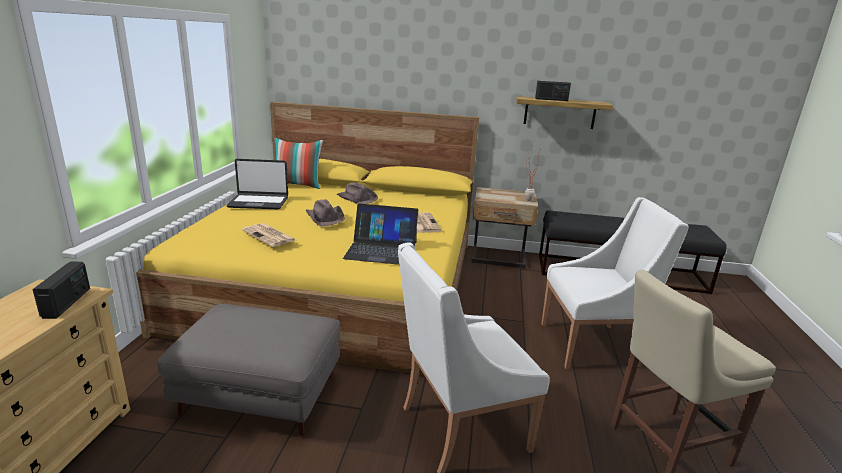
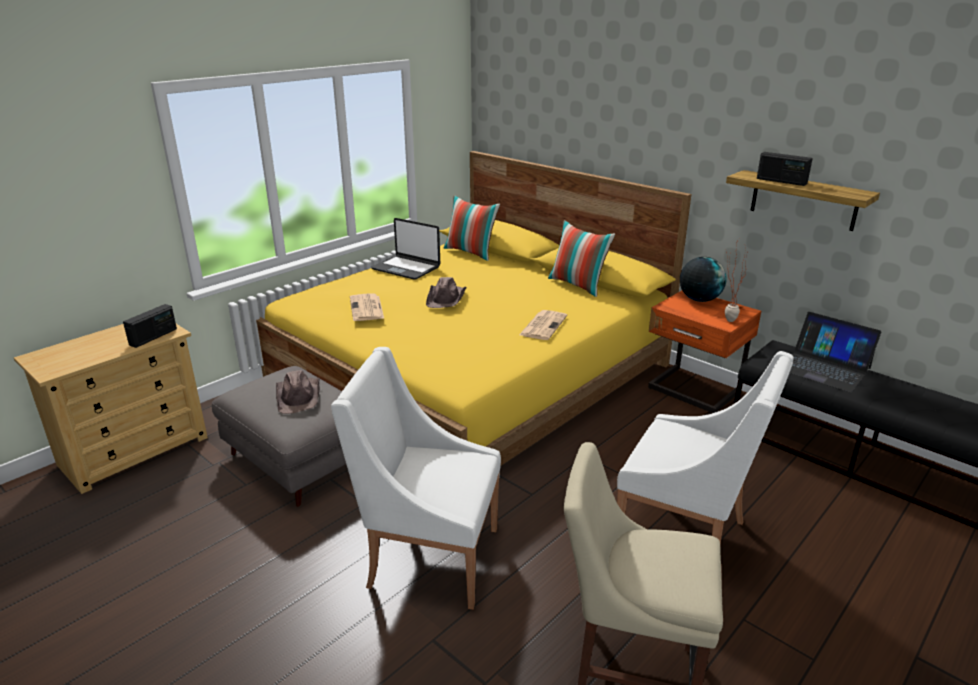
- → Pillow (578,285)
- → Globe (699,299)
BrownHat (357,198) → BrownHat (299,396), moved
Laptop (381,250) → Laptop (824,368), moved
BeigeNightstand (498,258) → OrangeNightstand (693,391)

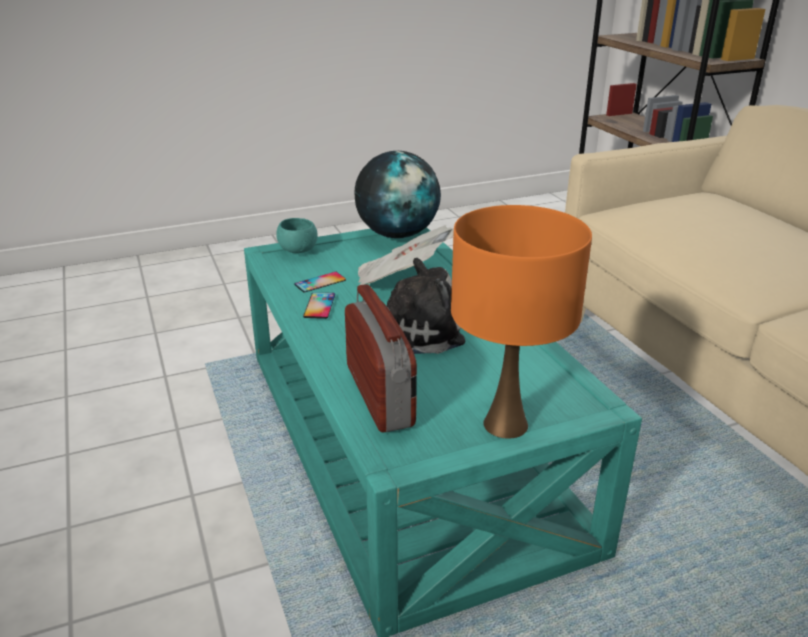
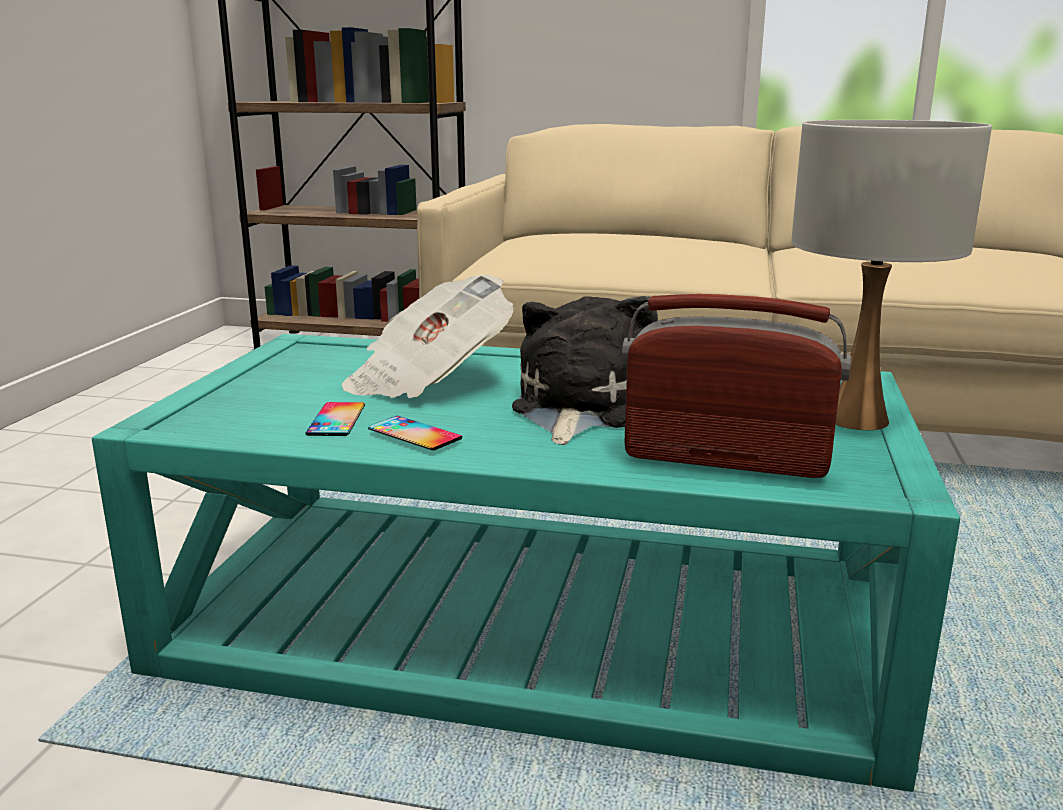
TurquoiseBowl (298,250) → -
Globe (397,234) → -
OrangeTableLamp (505,424) → WhiteTableLamp (855,419)

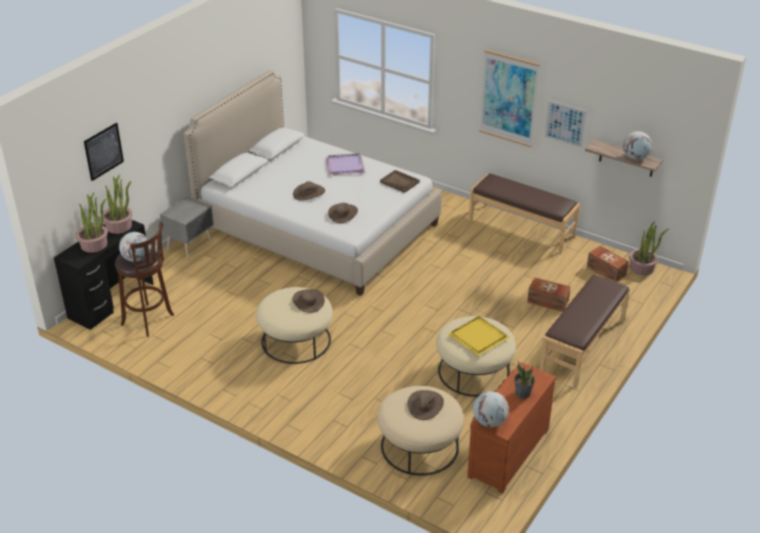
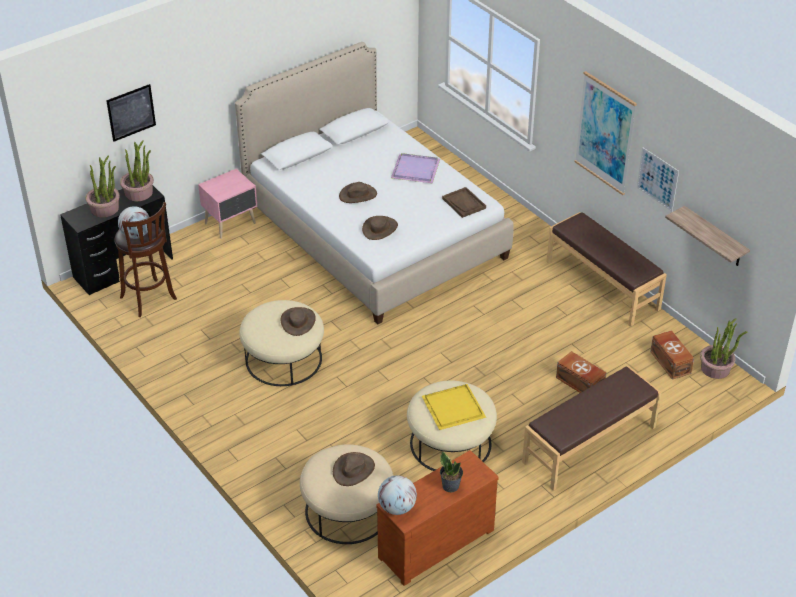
Globe (635,157) → -
GreyNightstand (191,246) → PinkNightstand (231,224)

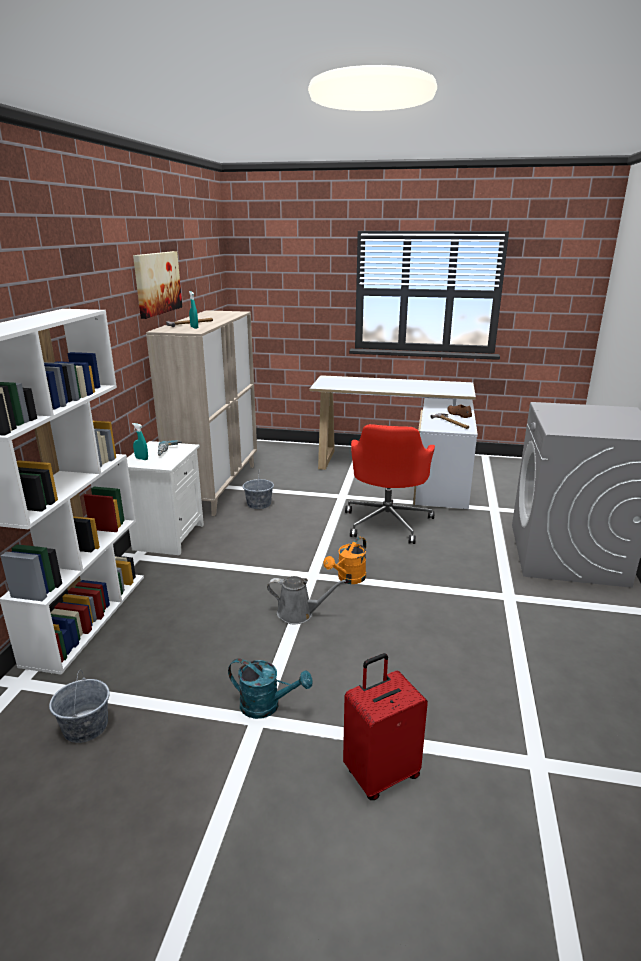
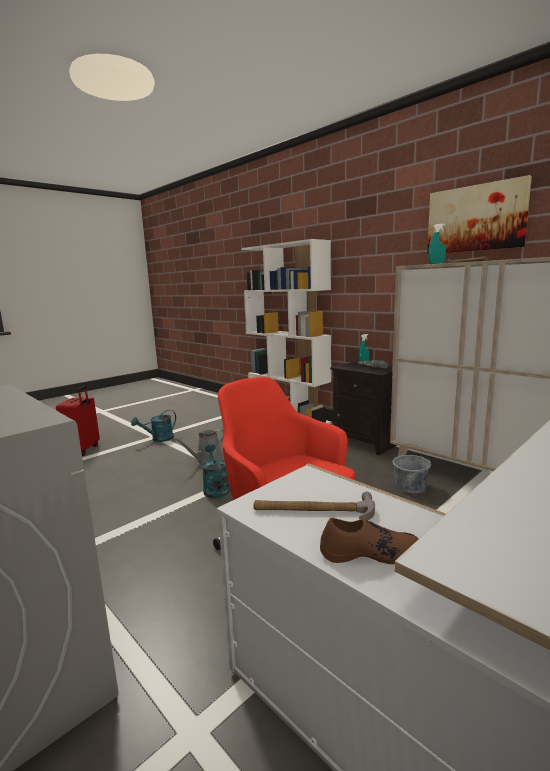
GreyBucket (86,726) → -
WhiteNightstand (168,536) → BlackNightstand (369,441)
OrangeWateringCan (348,579) → TurquoiseWateringCan (215,488)

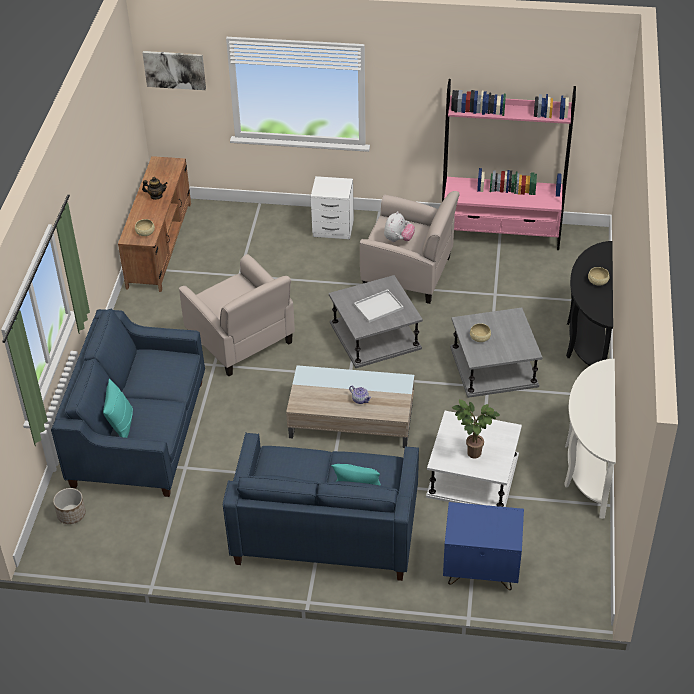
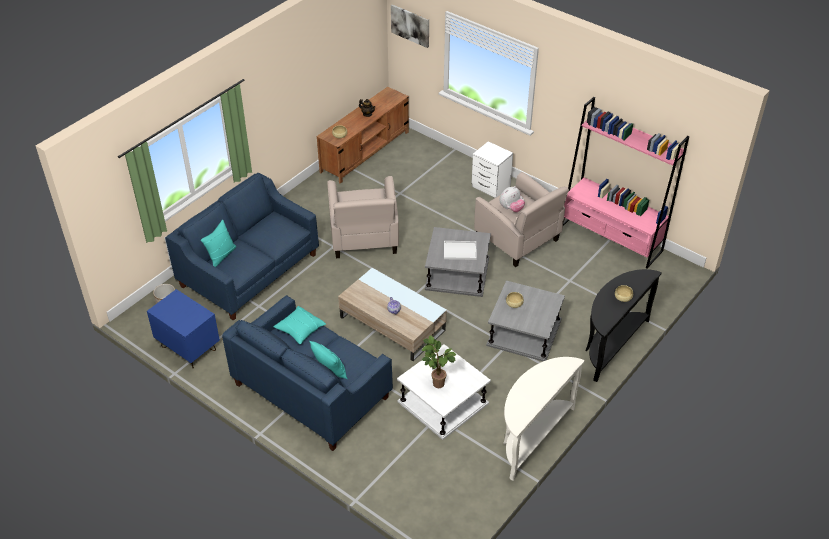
- → TurquoisePillow (300,330)
BlueNightstand (480,571) → BlueNightstand (188,349), moved

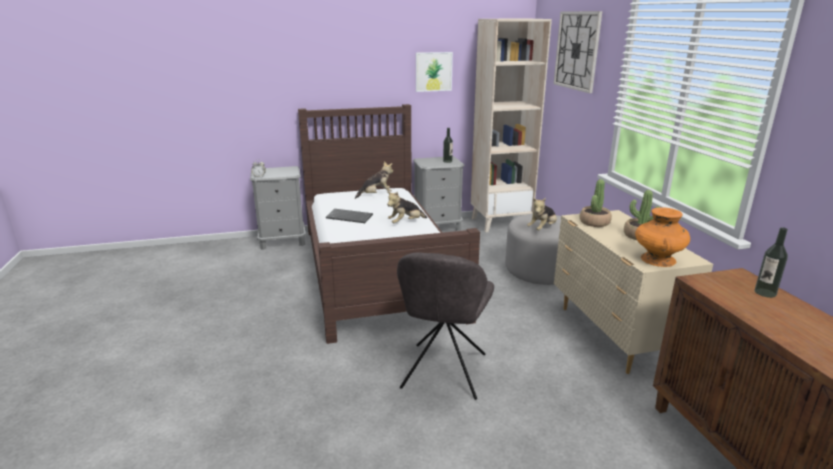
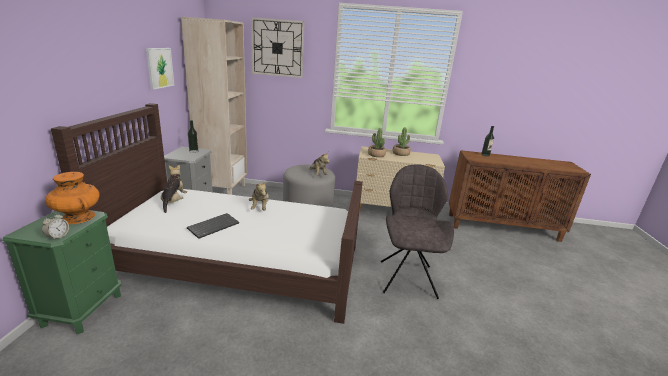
OrangeVase (658,259) → OrangeVase (78,217), moved
GreyNightstand (282,241) → GreenNightstand (82,309)
GreyChair (443,373) → GreyChair (407,277), 120 degrees counterclockwise

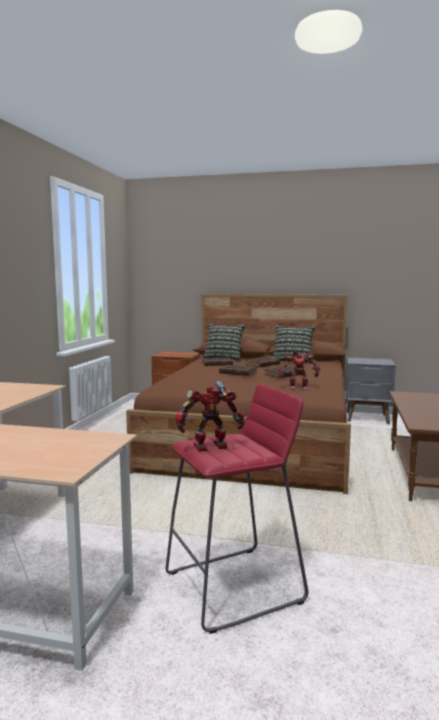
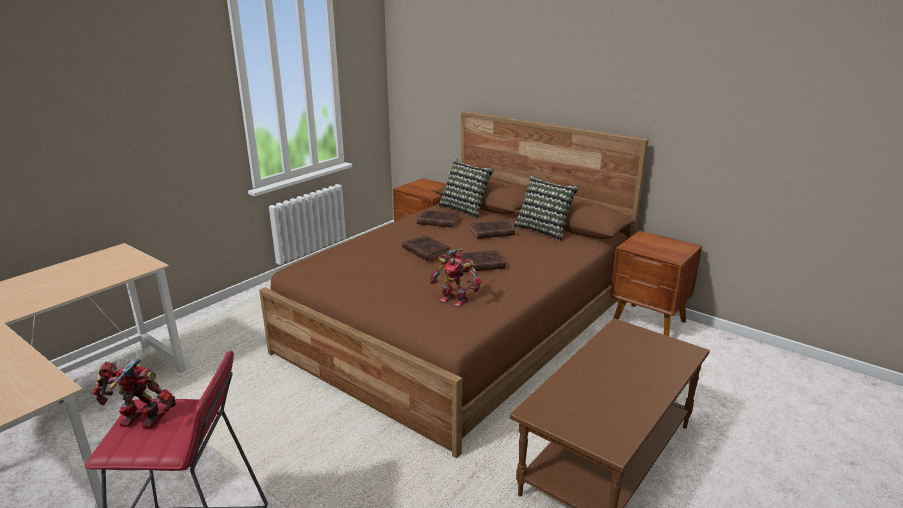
GreyNightstand (368,418) → BrownNightstand (649,323)

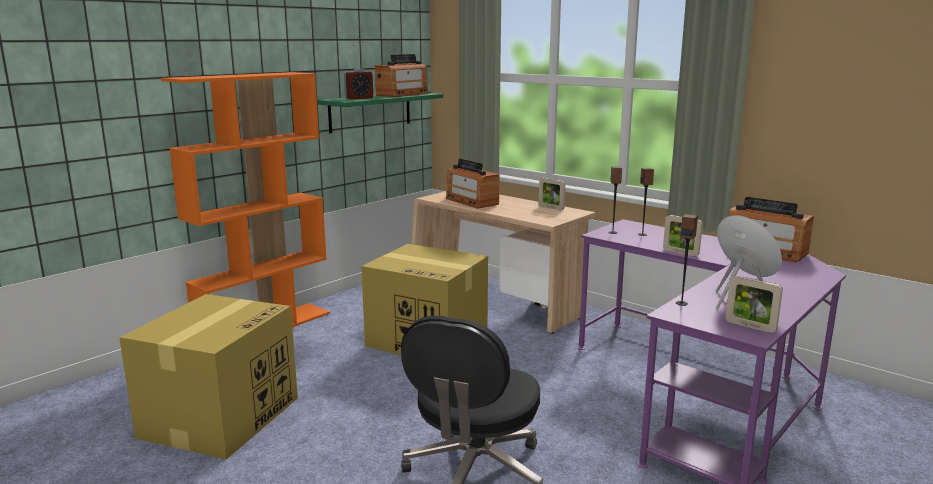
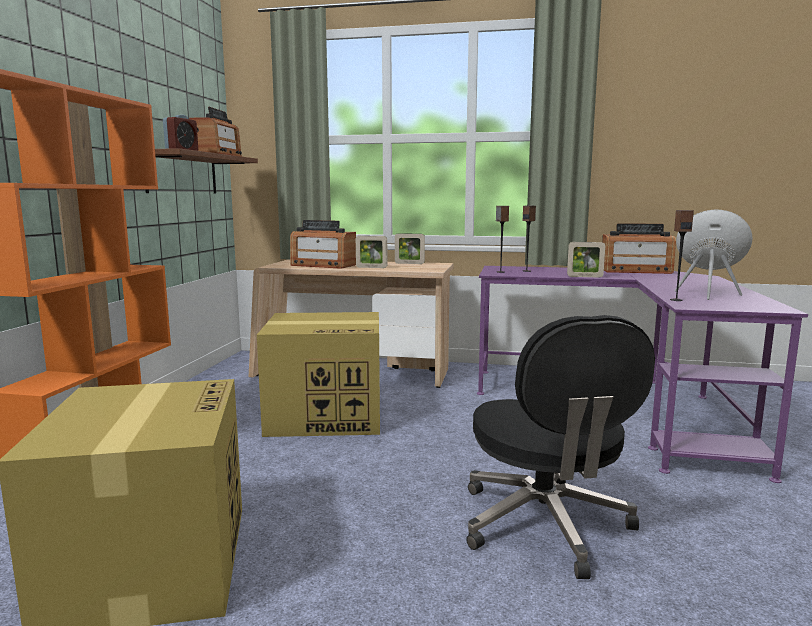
PictureFrame (750,326) → PictureFrame (371,267), moved
GreenShelf (370,111) → BrownShelf (182,174)

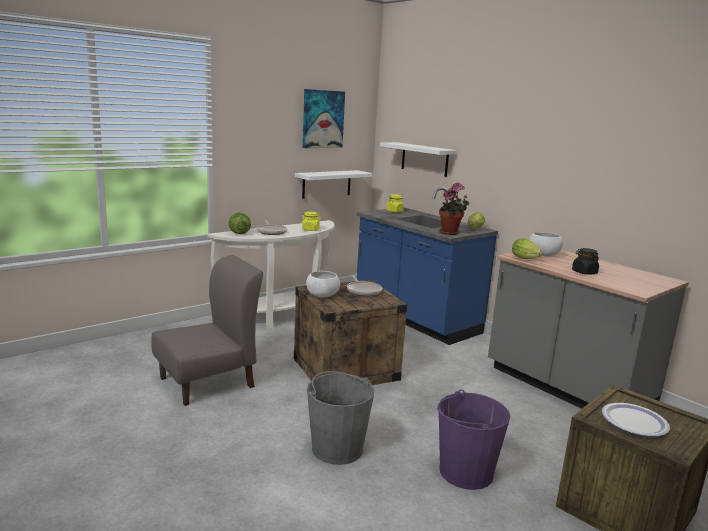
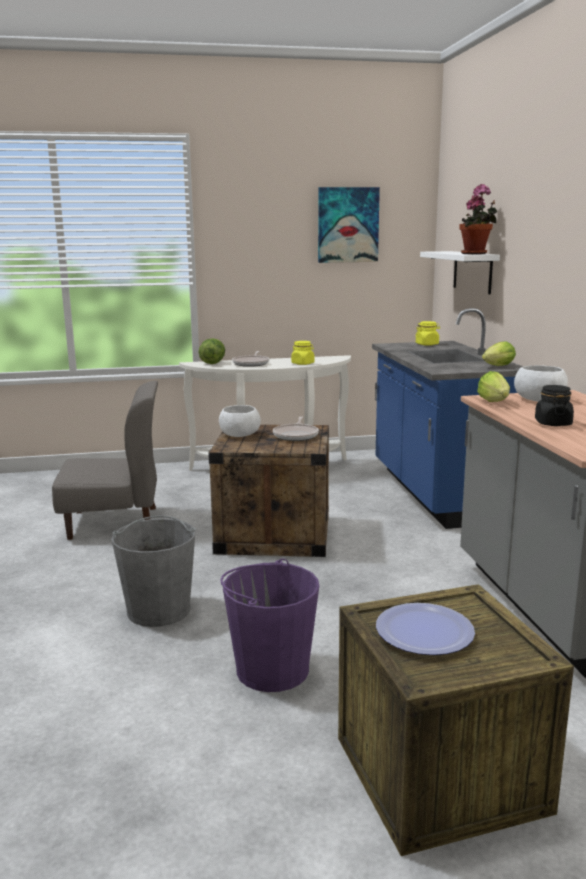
WhiteShelf (326,184) → -
PottedPlant (451,233) → PottedPlant (476,254), moved

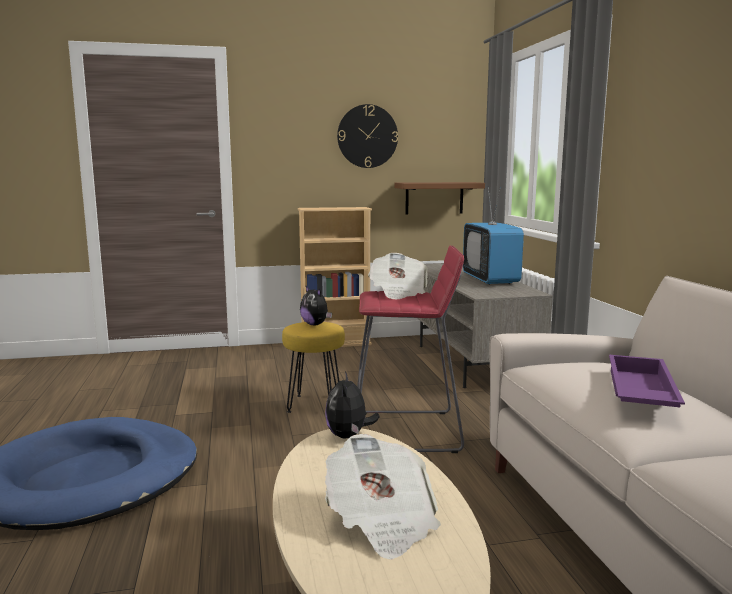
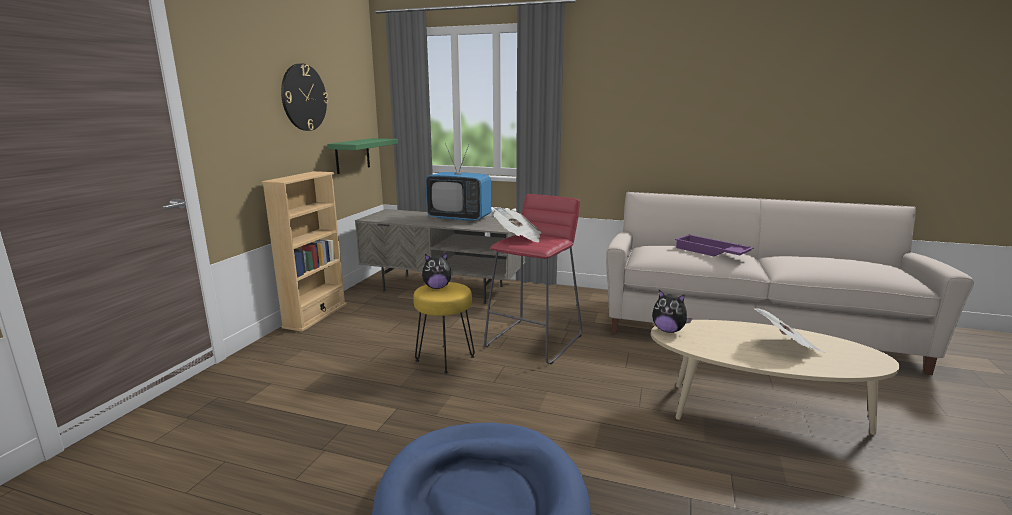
BrownShelf (434,198) → GreenShelf (352,155)

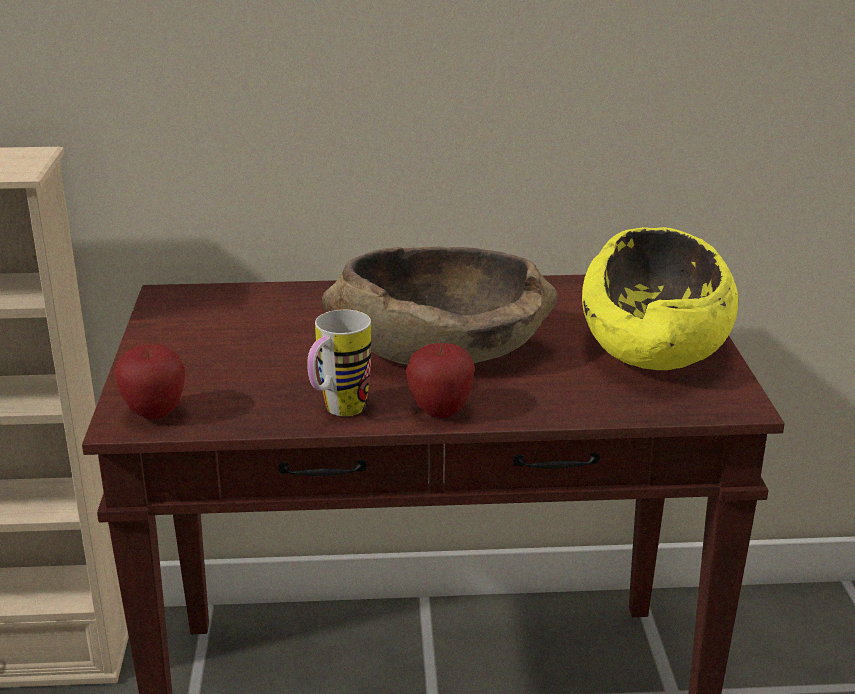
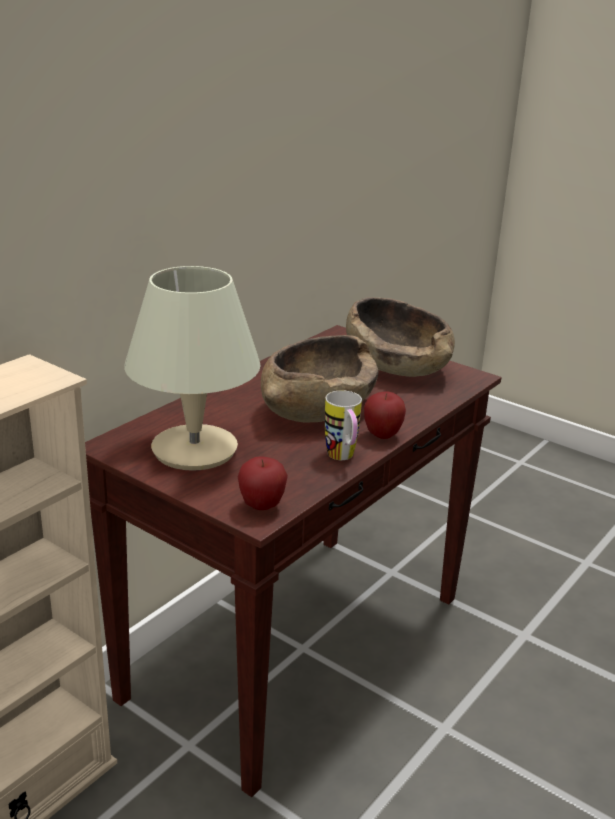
- → BeigeTableLamp (195,450)
YellowBowl (656,345) → BrownBowl (397,364)

